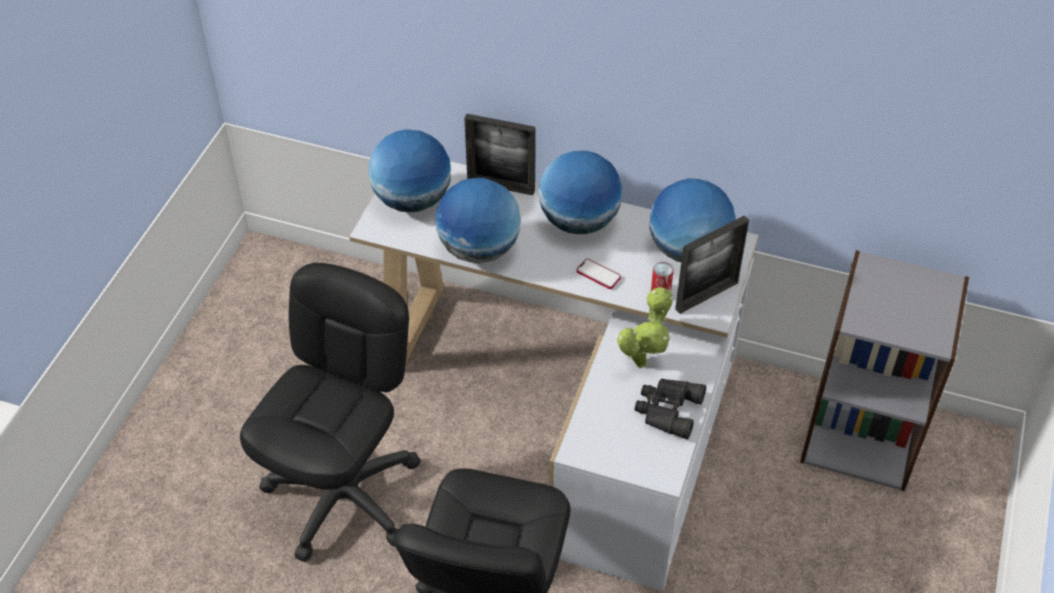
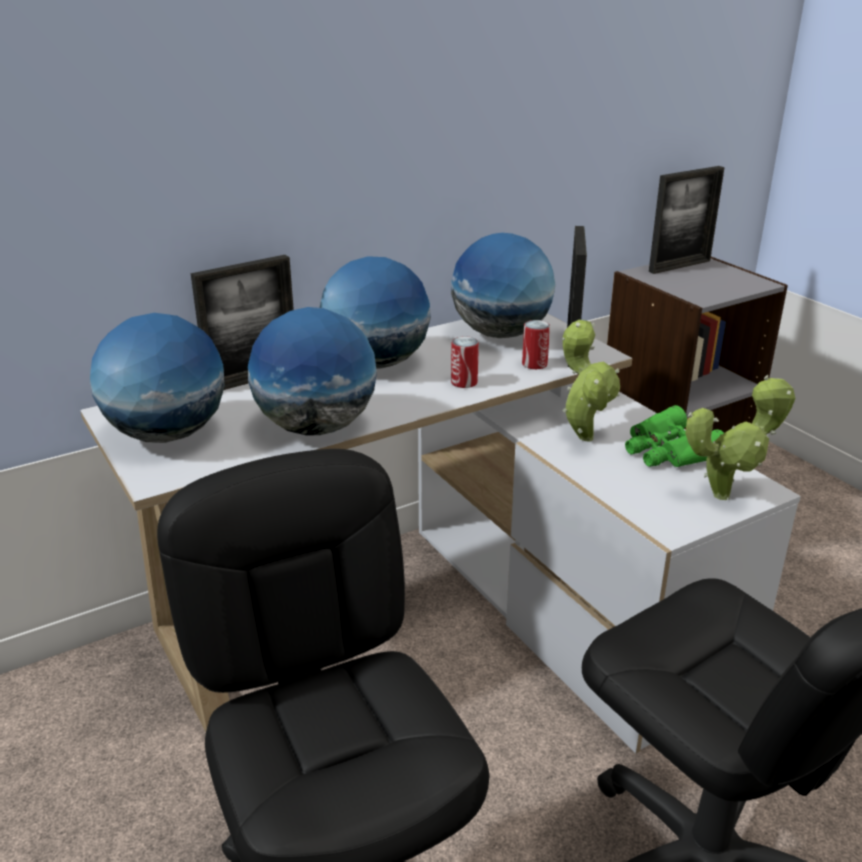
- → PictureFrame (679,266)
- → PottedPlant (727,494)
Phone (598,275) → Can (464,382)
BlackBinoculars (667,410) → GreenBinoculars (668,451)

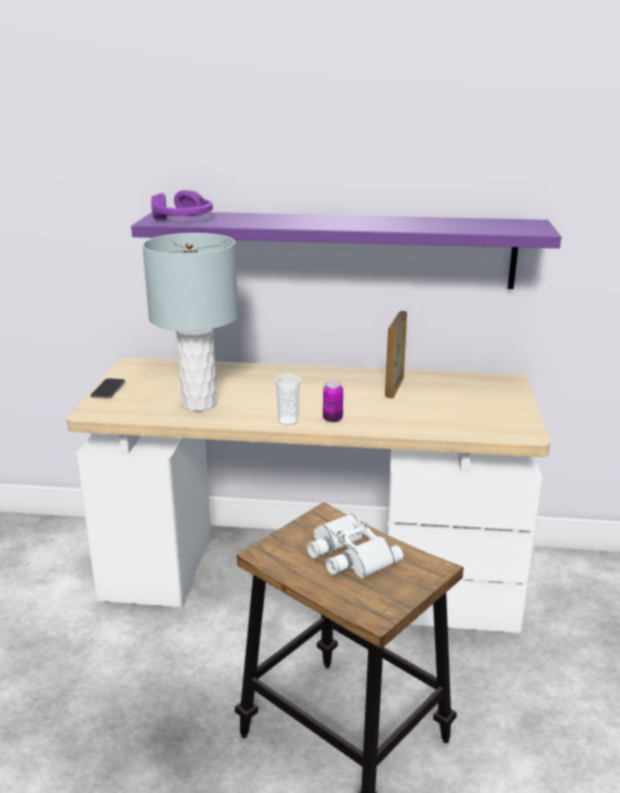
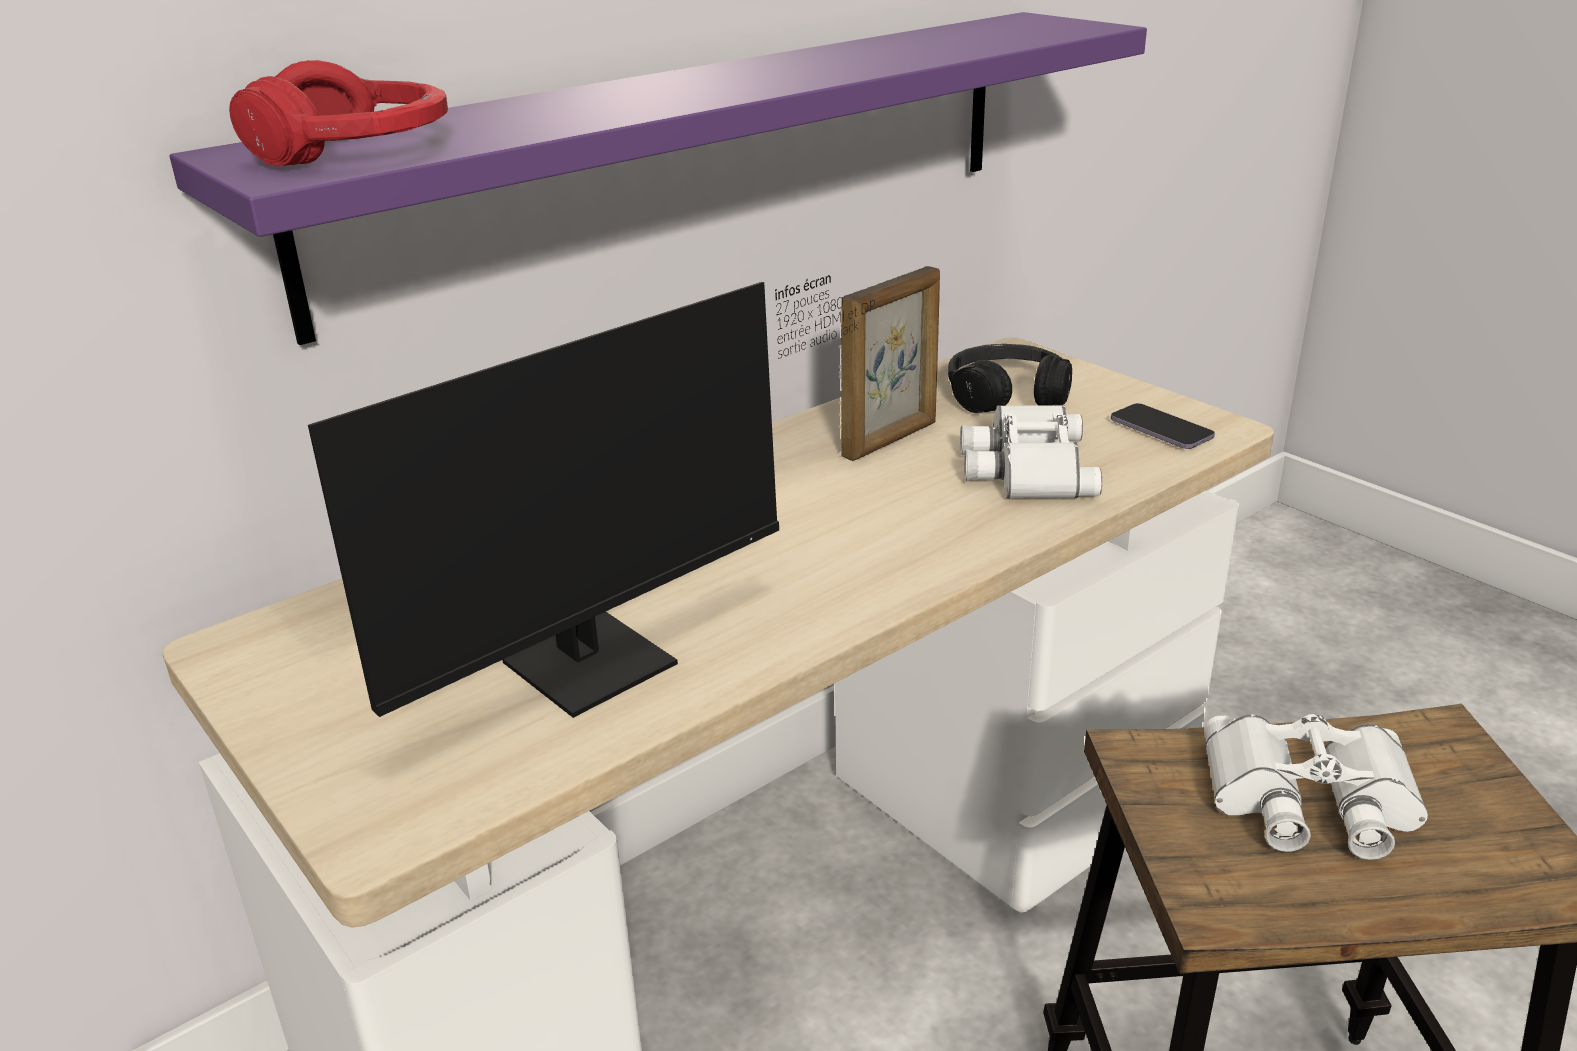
Cup (288,421) → -
Can (332,419) → -
- → BlackHeadphones (1006,396)
- → WhiteBinoculars (1024,467)
Phone (108,390) → Phone (1161,429), moved
GreyTableLamp (199,404) → Monitor (613,656)
PurpleHeadphones (183,219) → RedHeadphones (356,151)
PictureFrame (394,387) → PictureFrame (891,440), 105 degrees counterclockwise

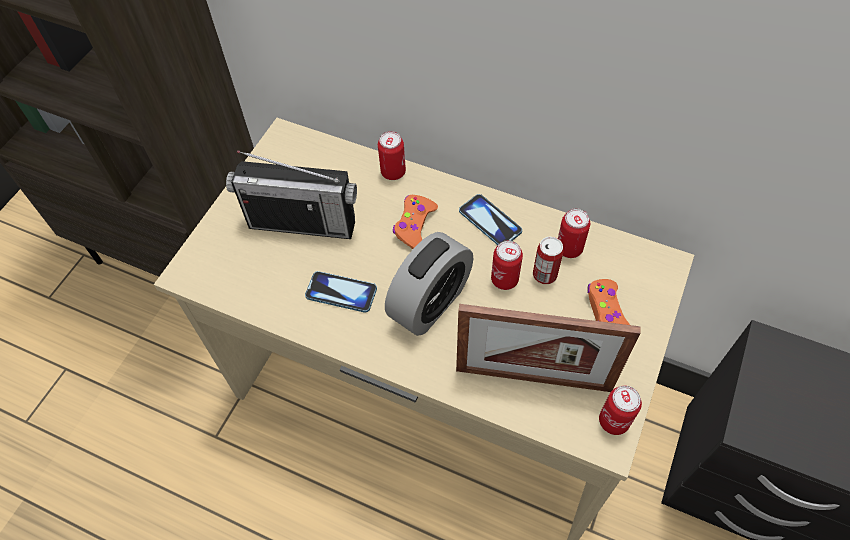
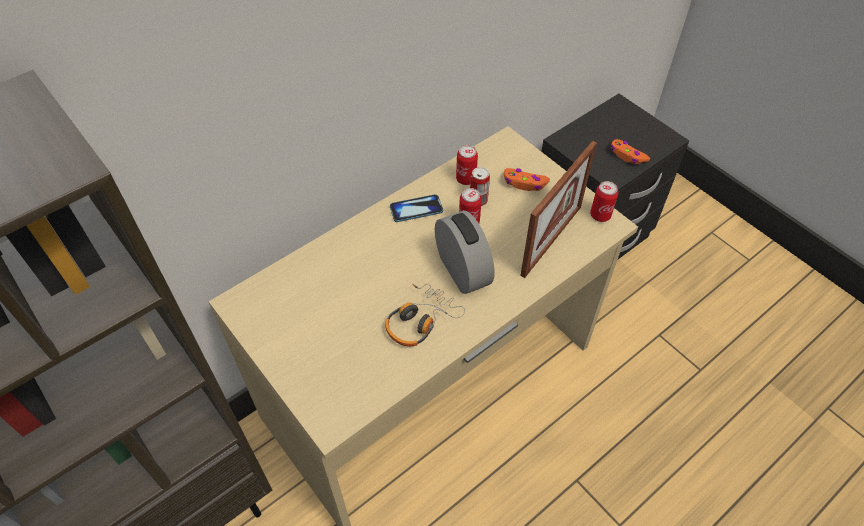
Radio (302,223) → -
Can (393,172) → -
OrangeGameController (414,226) → OrangeGameController (627,156), moved
Phone (341,293) → Headphones (420,320)

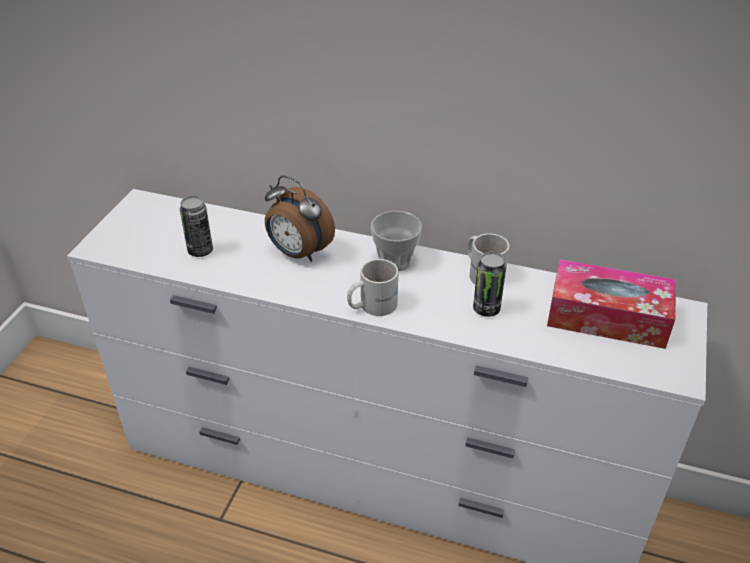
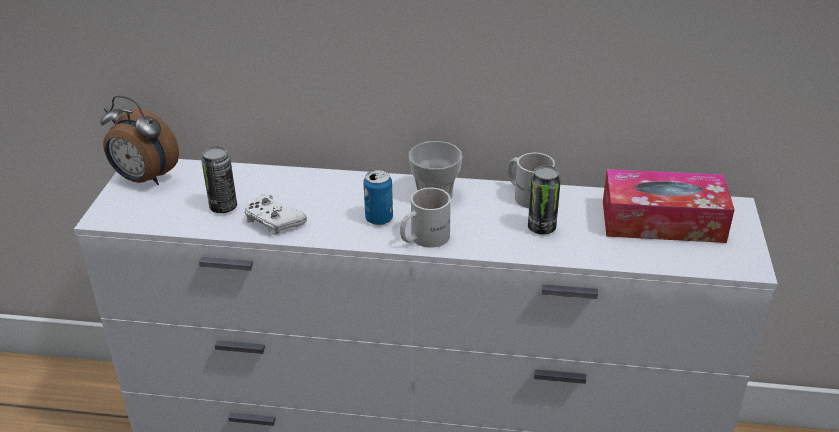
- → WhiteGameController (273,221)
- → Can (379,219)
AlarmClock (298,253) → AlarmClock (144,179), moved

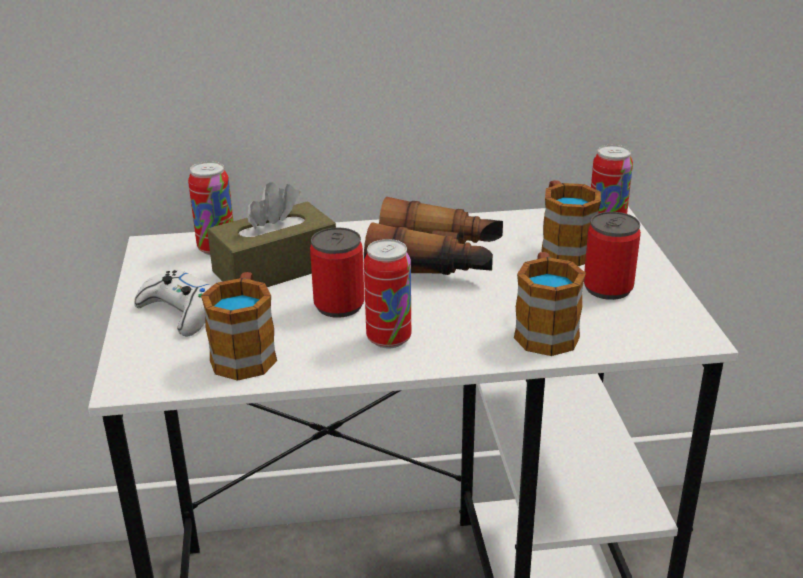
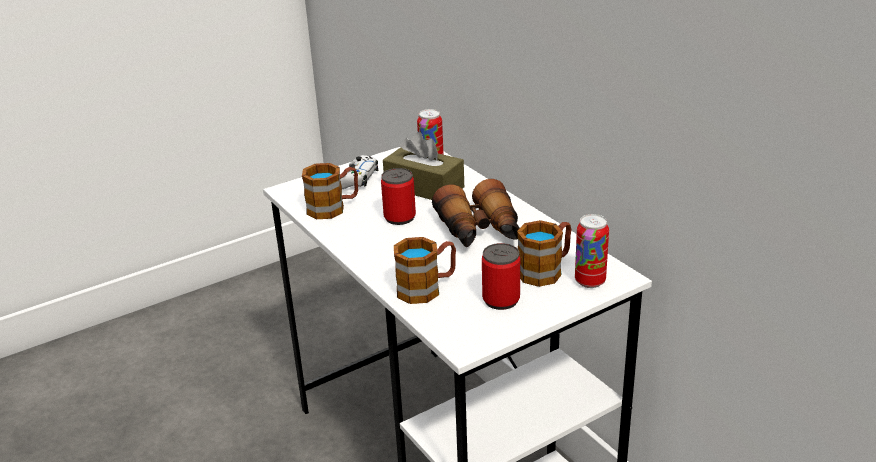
Can (389,339) → -

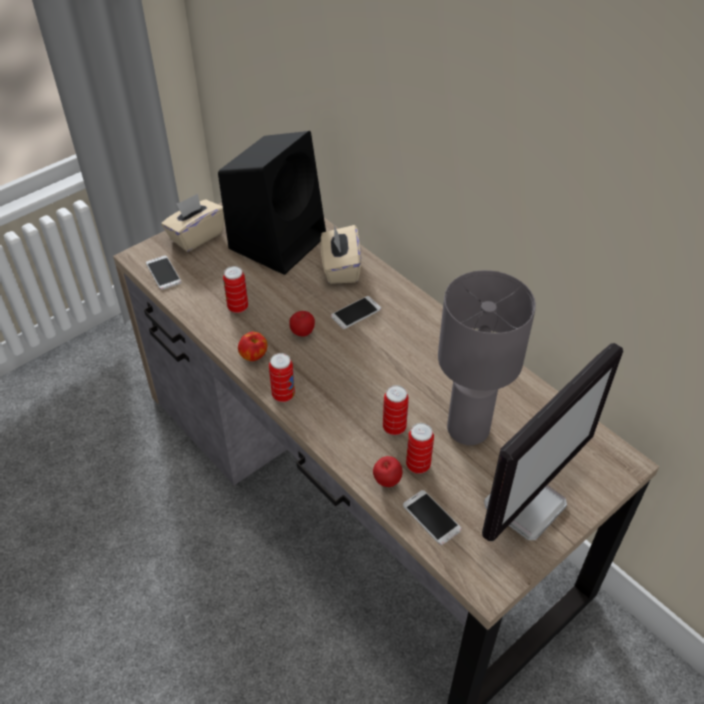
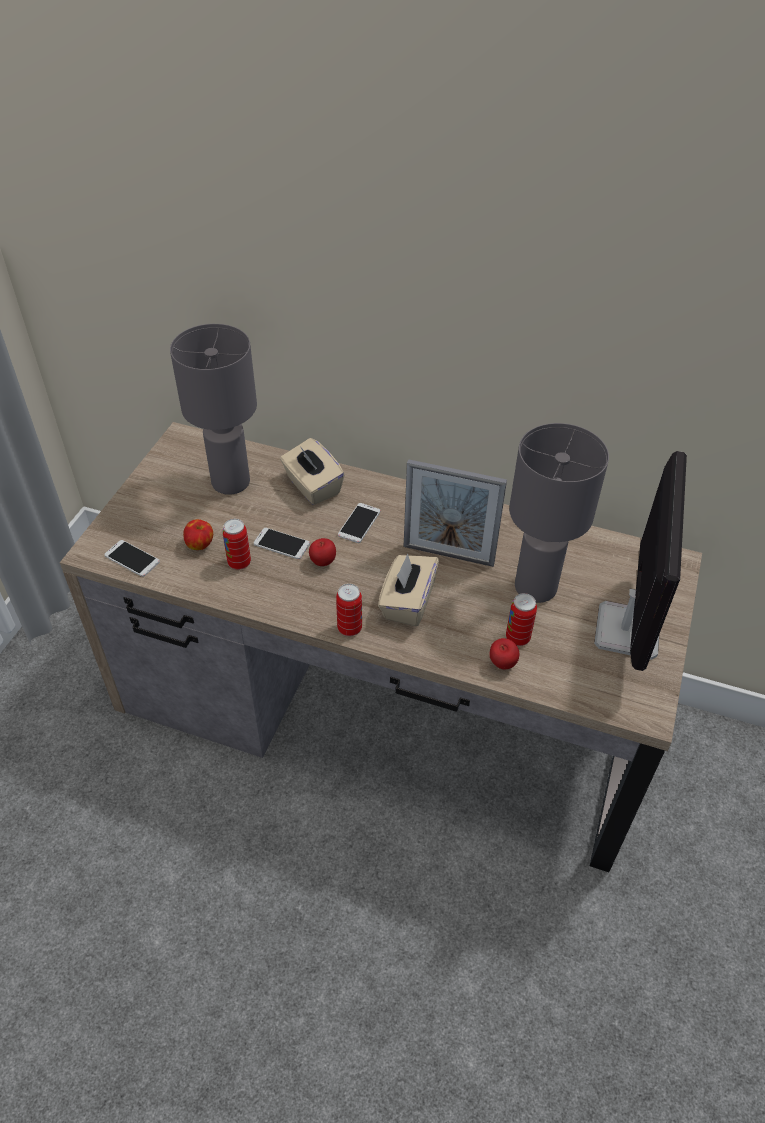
Can (394,427) → -
- → PictureFrame (448,555)
BeigeTissueBox (196,236) → BeigeTissueBox (407,602), moved
Apple (254,356) → Apple (200,545), moved
Phone (431,517) → Phone (281,544), moved
BlackSpeaker (278,240) → GreyTableLamp (230,482)

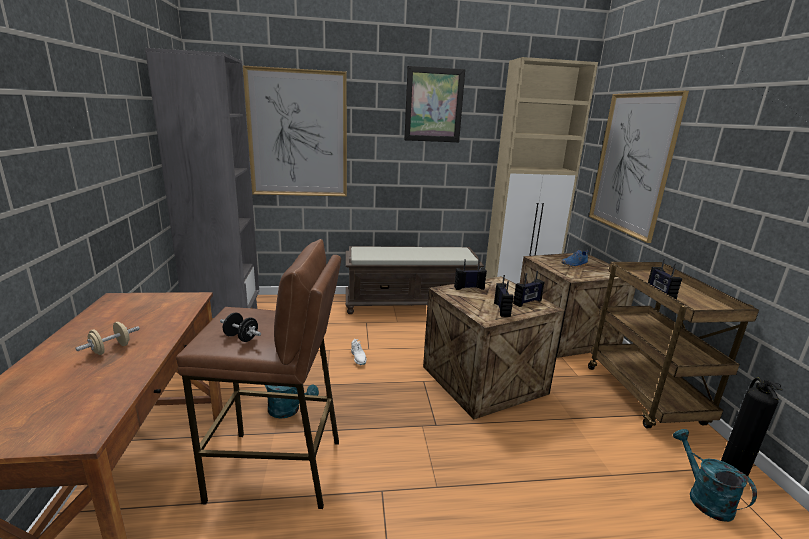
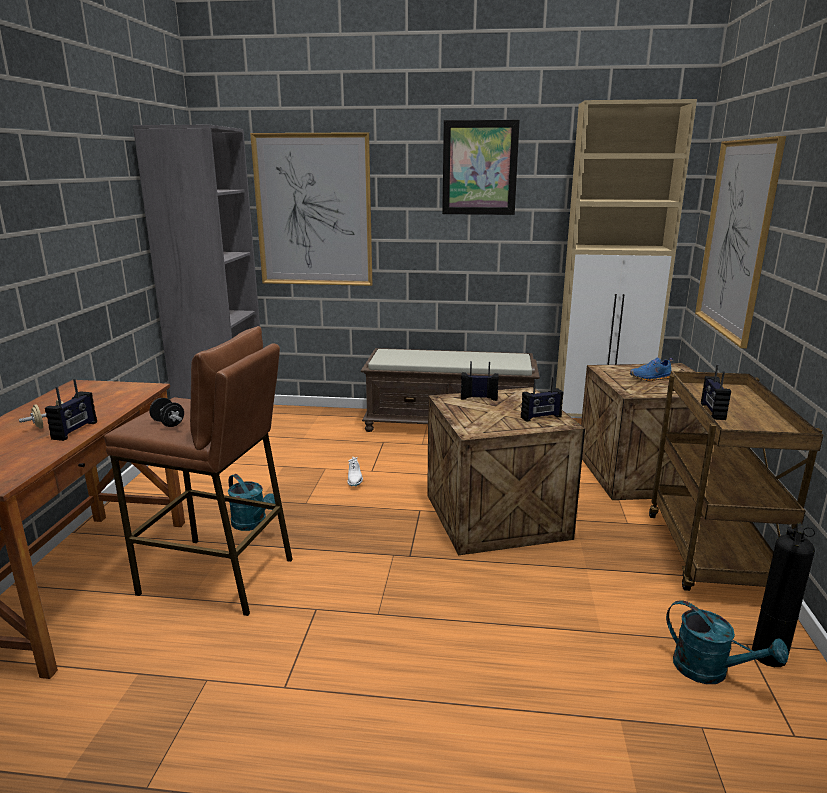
Radio (502,309) → Radio (75,430), moved
TurquoiseWateringCan (703,497) → TurquoiseWateringCan (710,671), 135 degrees clockwise

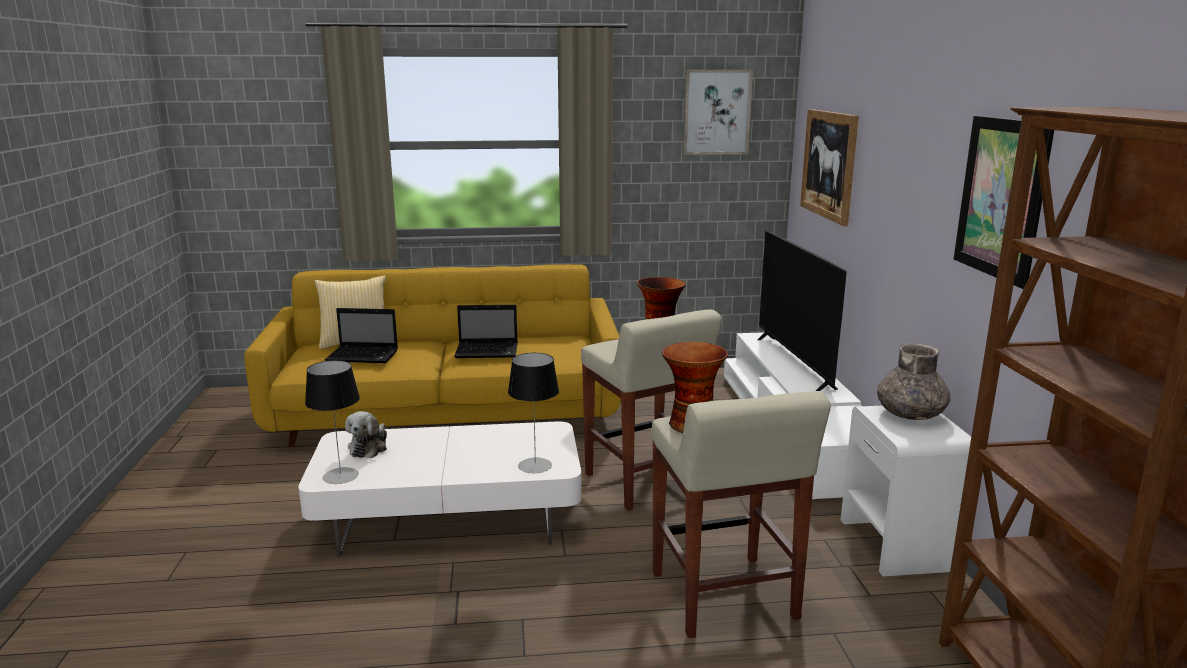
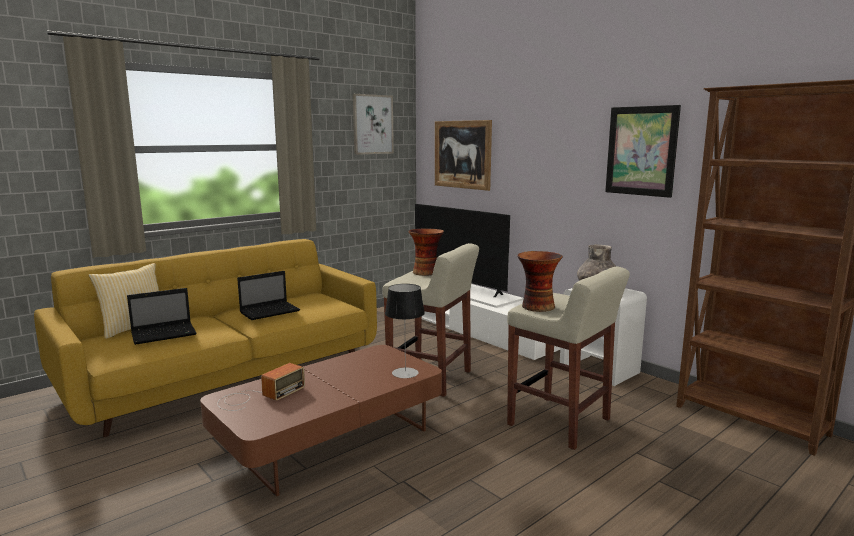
TableLamp (340,476) → -
PlushToy (369,447) → Radio (258,396)
WhiteCoffeeTable (449,518) → BrownCoffeeTable (330,440)

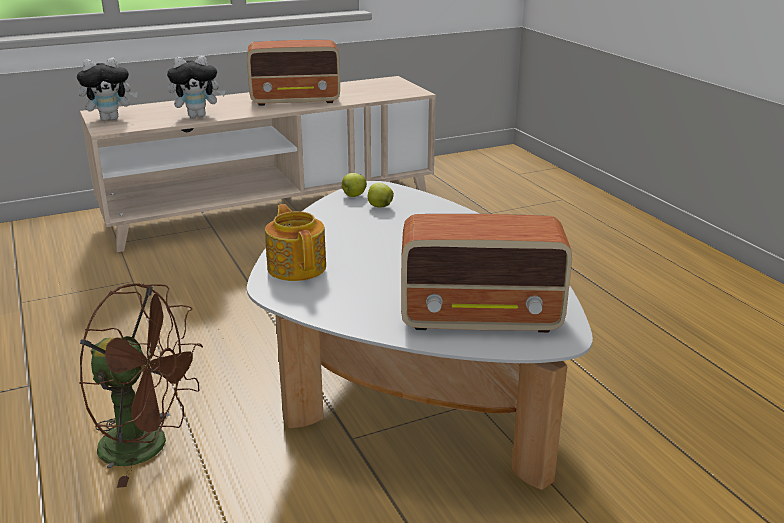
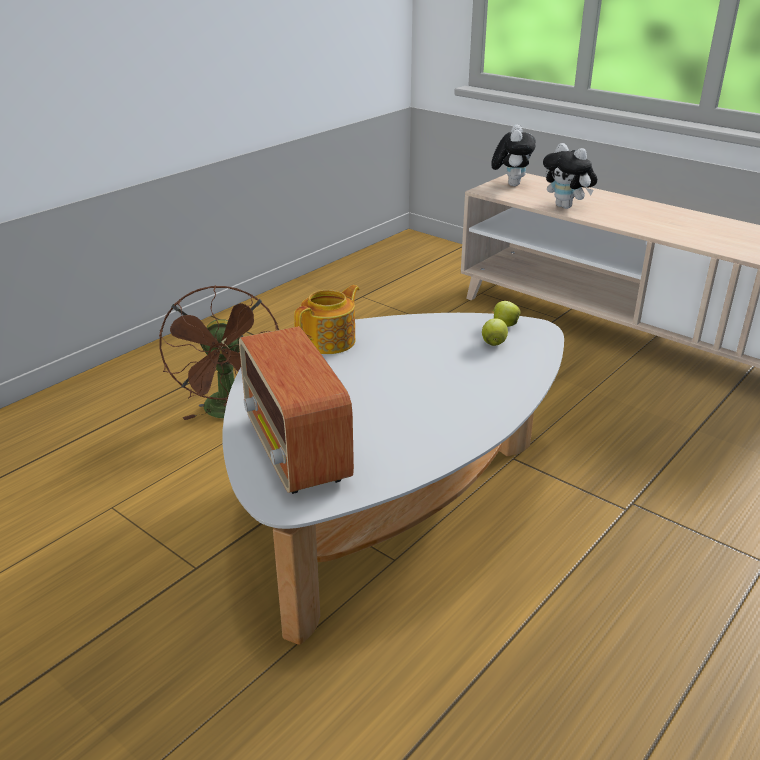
Radio (296,100) → -
PlushToy (111,119) → PlushToy (511,184), 120 degrees counterclockwise

